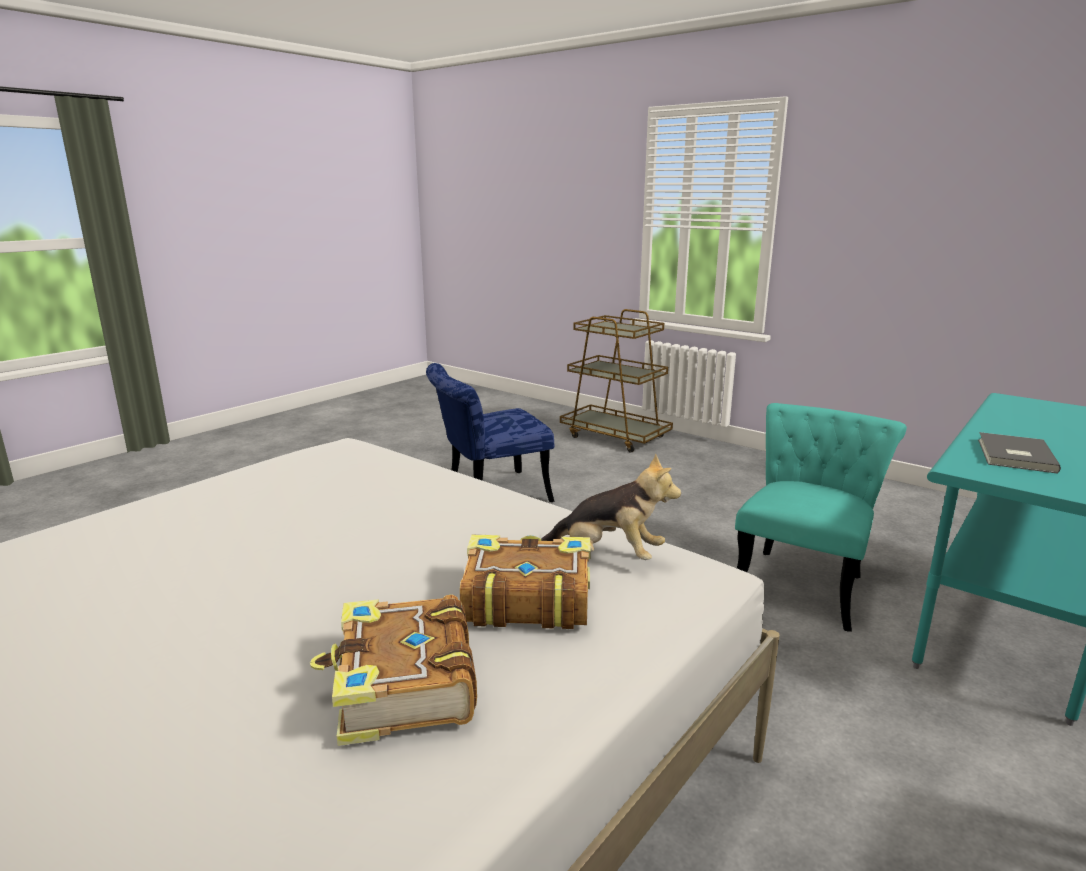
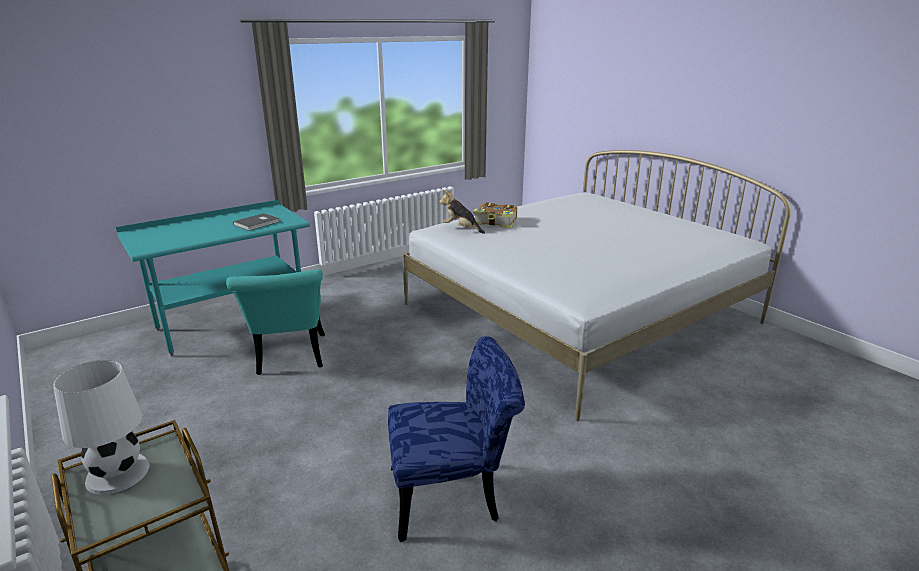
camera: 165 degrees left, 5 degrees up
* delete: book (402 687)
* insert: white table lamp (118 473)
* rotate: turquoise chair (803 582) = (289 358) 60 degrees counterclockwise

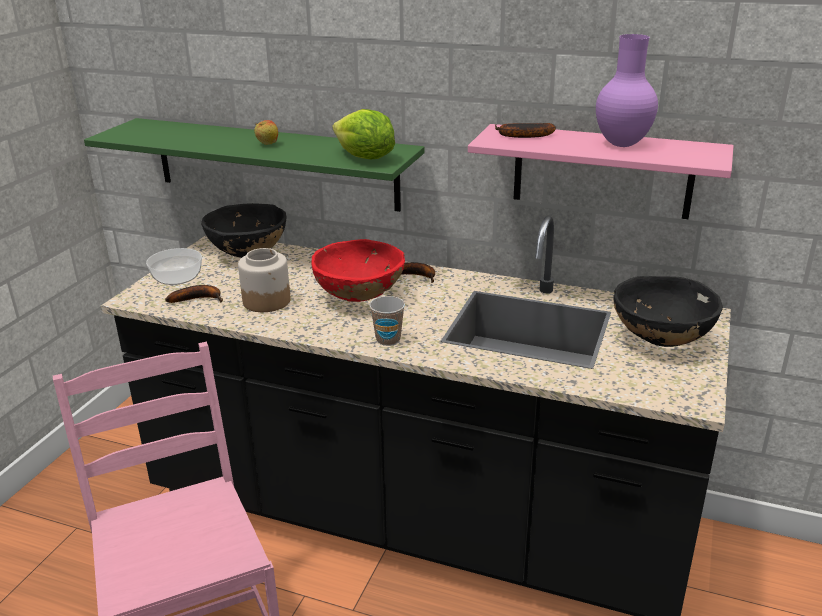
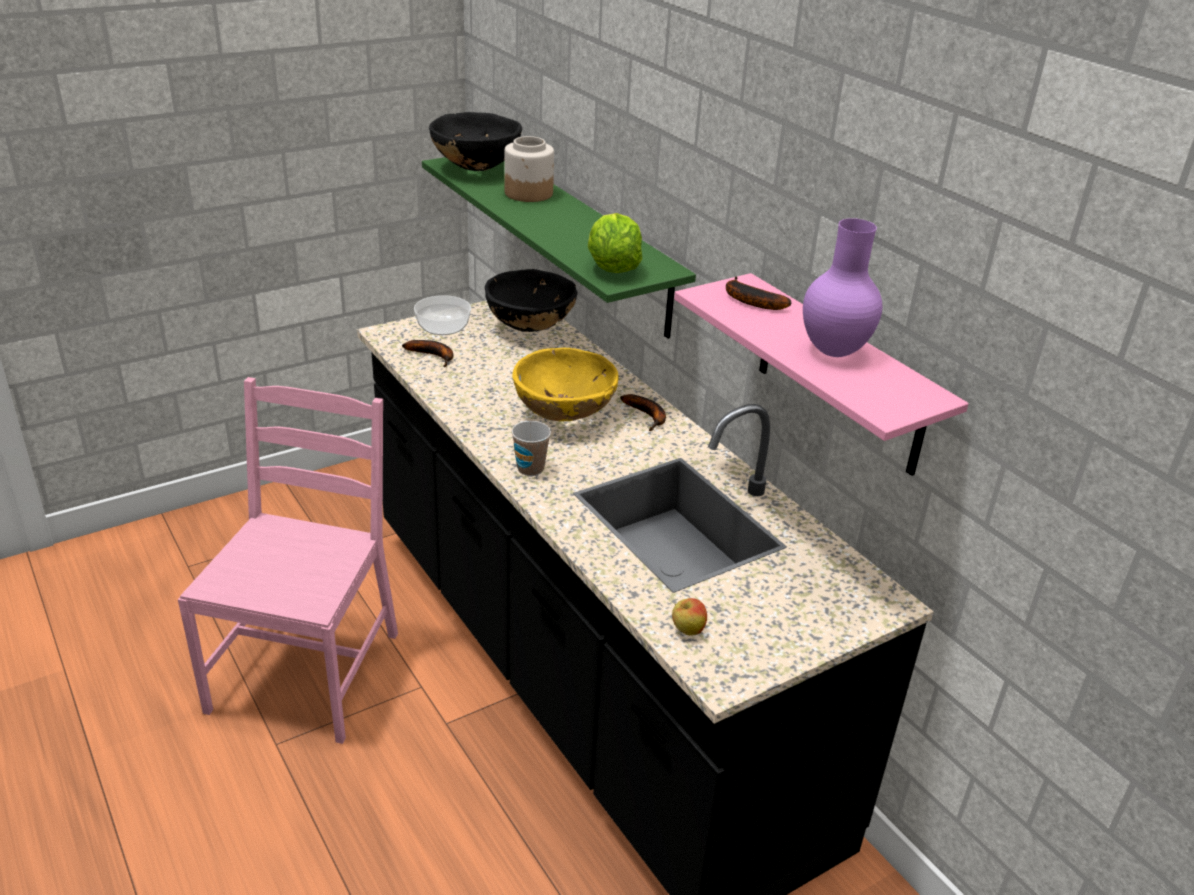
camera: 35 degrees right, 5 degrees up
* move: jar (267 301) to (529 193)
* move: apple (267 144) to (687 631)
* move: black bowl (660 341) to (476 169)
* recolor: red bowl (359 298) to yellow bowl (564 416)

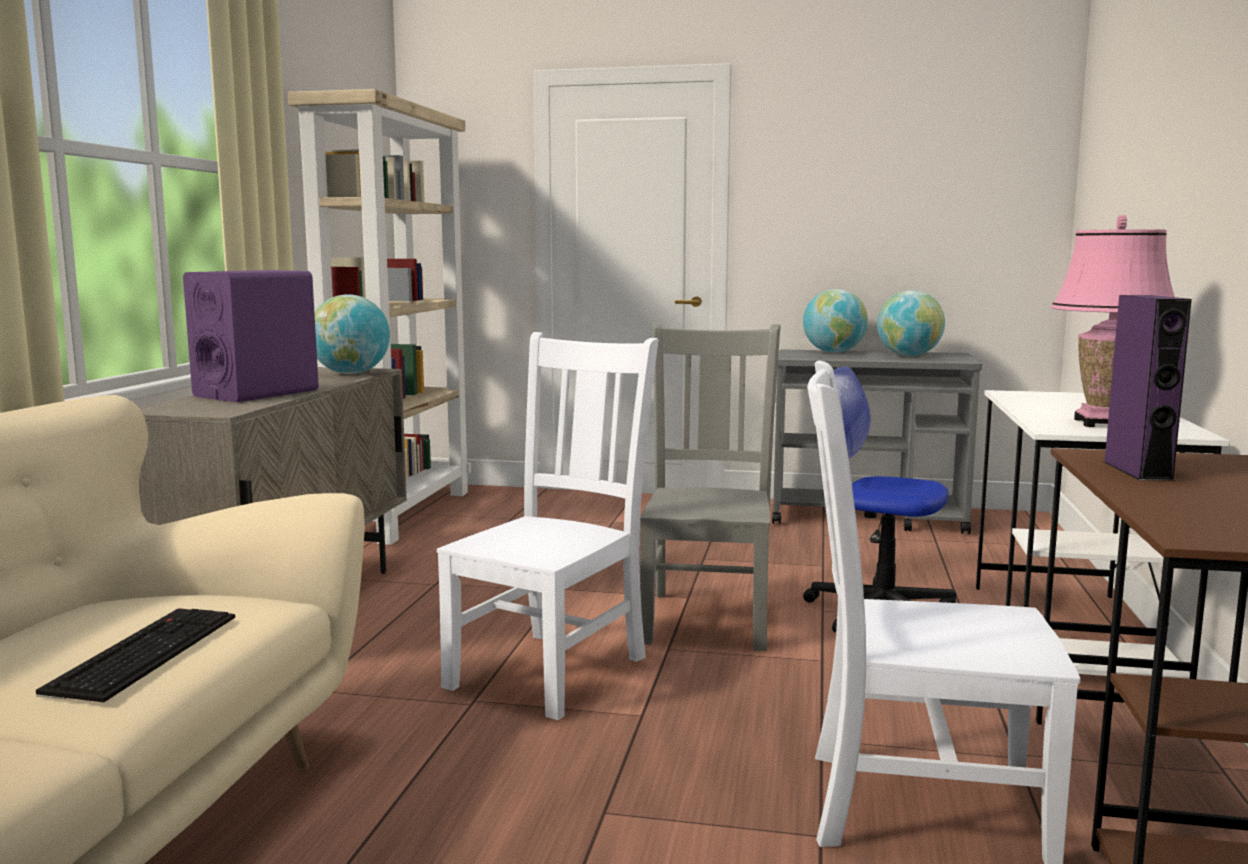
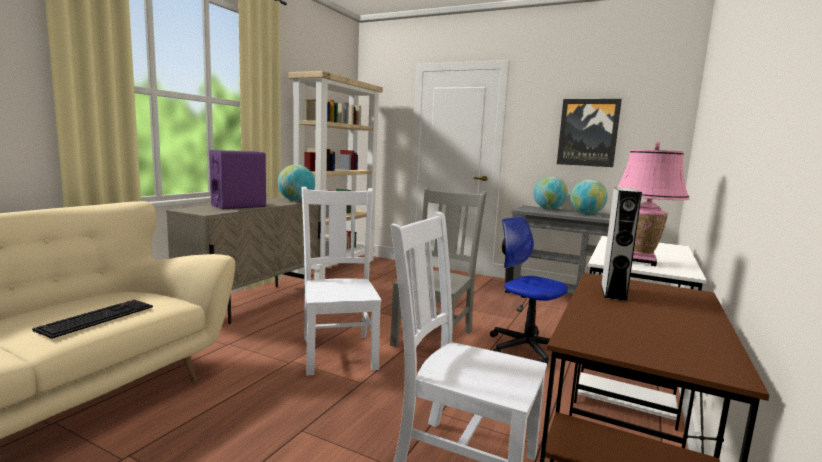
camera: 15 degrees right, 0 degrees up
* insert: picture (588 132)
* recolor: purple speaker (1137 471) to grey speaker (613 292)
* rotate: white chair (552 670) = (339 351) 60 degrees counterclockwise

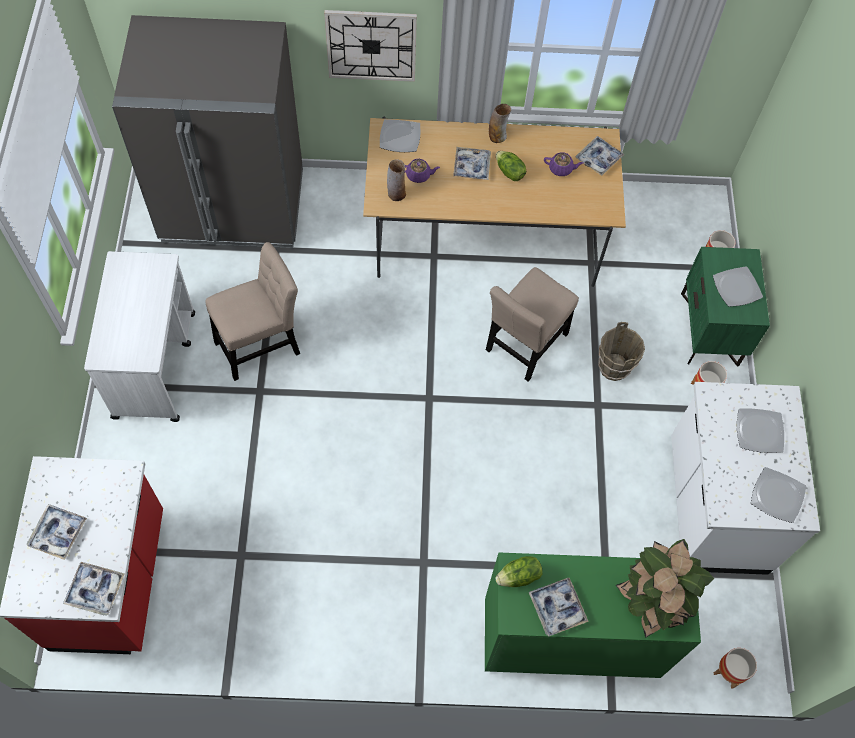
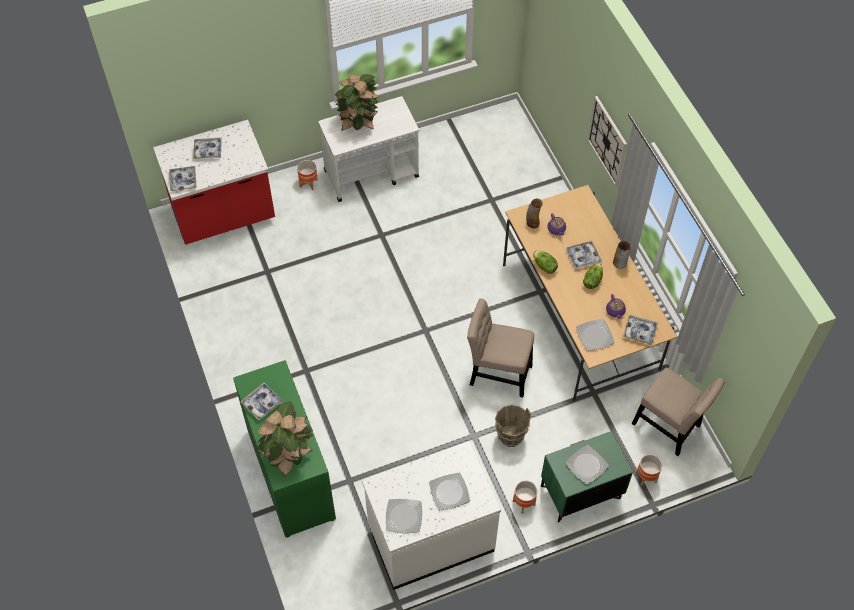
camera: 70 degrees right, 5 degrees down
* delete: grey fridge (233 207)
* insert: potted plant (359 124)
* move: beige chair (261 345) to (669 427)
* move: plate (400 137) to (595 336)
* move: lettuce (519 577) to (544 266)
* move: planter (729 672) to (308 183)

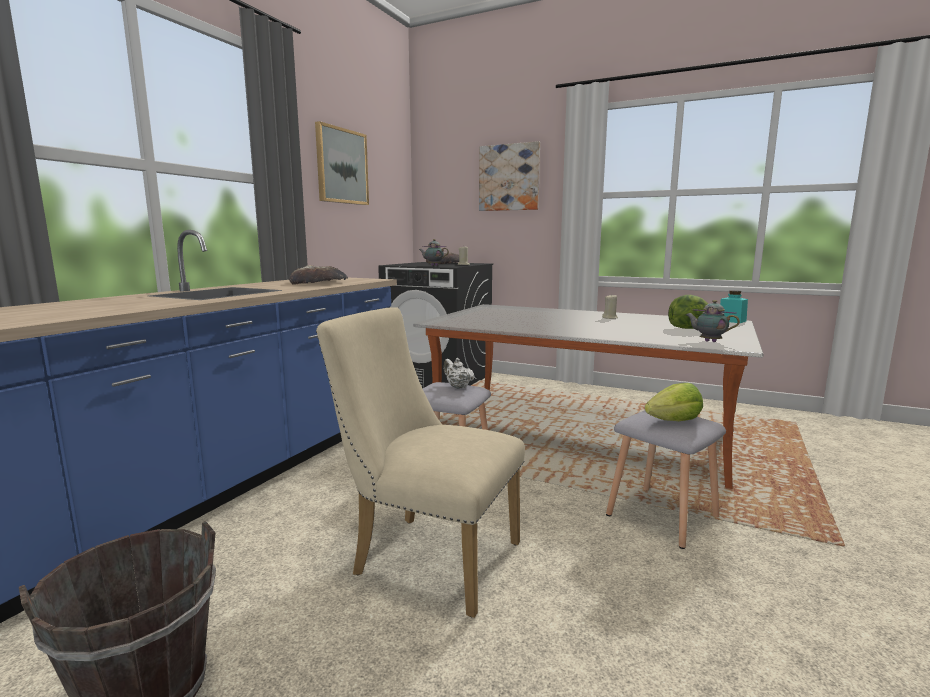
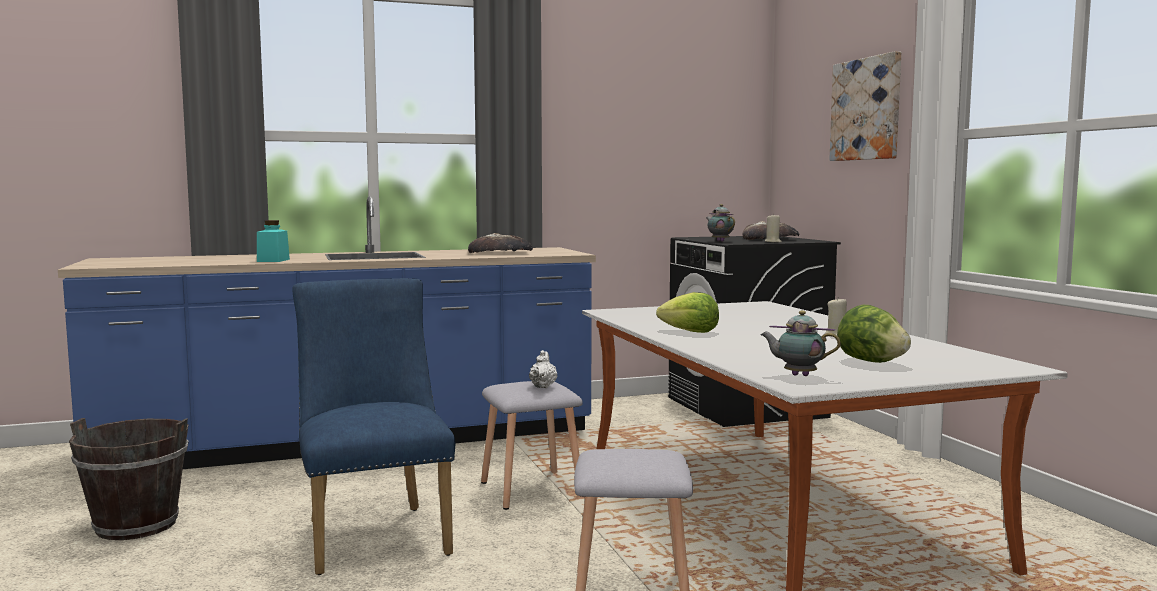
camera: 45 degrees right, 5 degrees down
* delete: picture (341 166)
* move: lettuce (674 421) to (690 332)
* move: turquoise jar (731 321) to (273 260)
* recolor: beige chair (427 556) to blue chair (375 533)
* rotate: teapot (708 341) = (797 375) 60 degrees counterclockwise

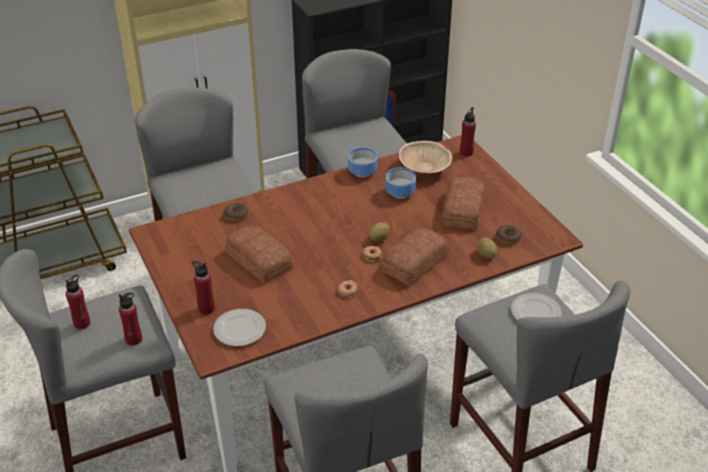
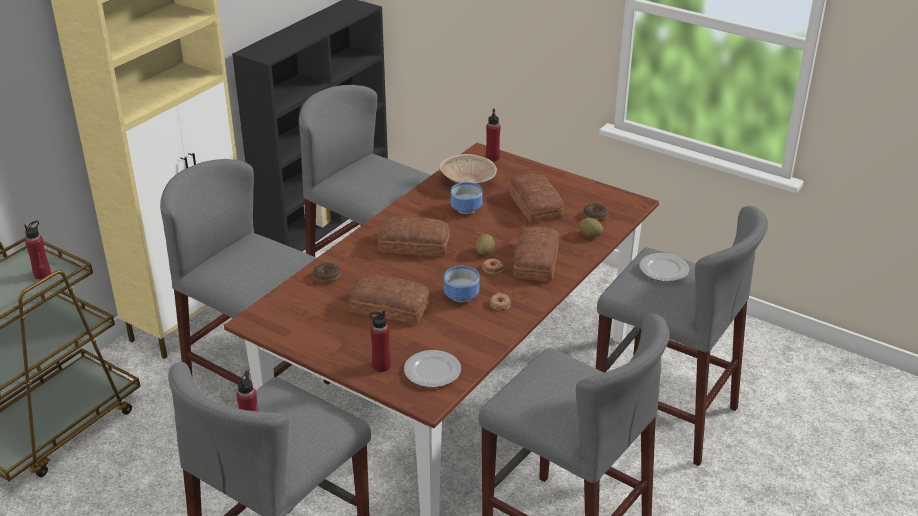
camera: 30 degrees left, 5 degrees down
* insert: bread (414 245)
* move: red bottle (134 339) to (42 274)
* move: bowl (363 173) to (463 296)

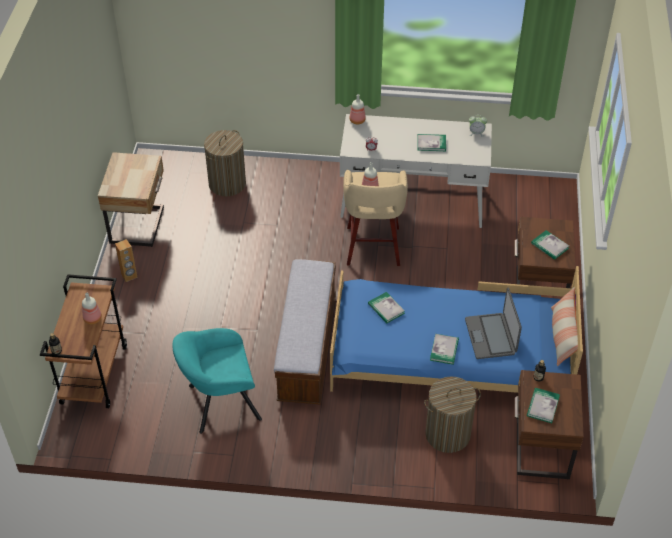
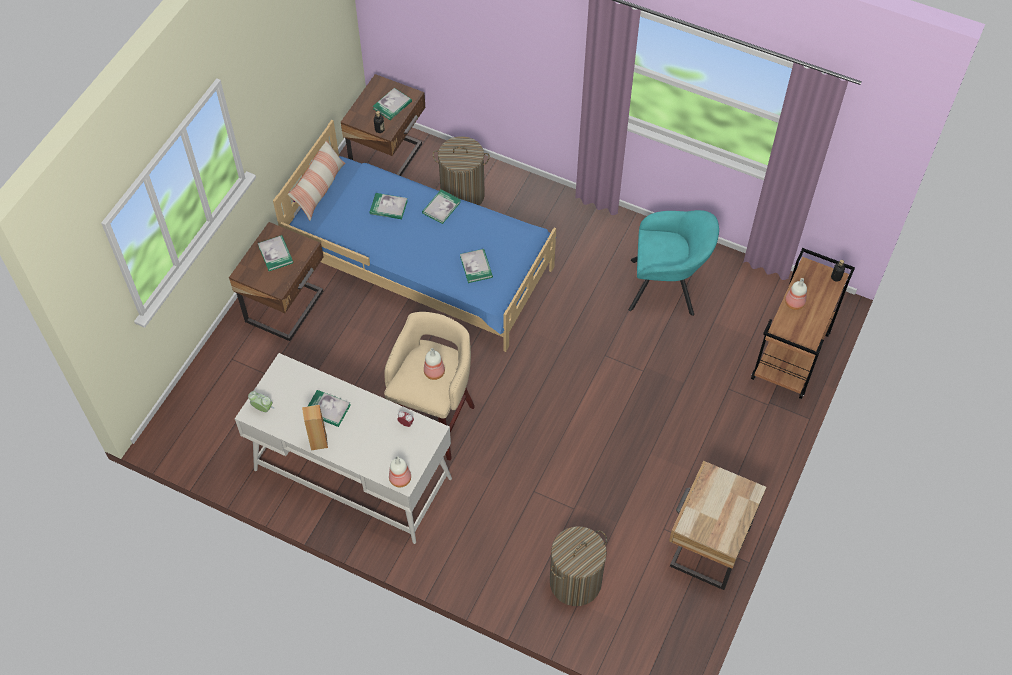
camera: 160 degrees left, 10 degrees up
* delete: bench (307 348)
* move: brown speaker (129 276) to (318 442)
* replace: laptop (491 336) to book (388 207)

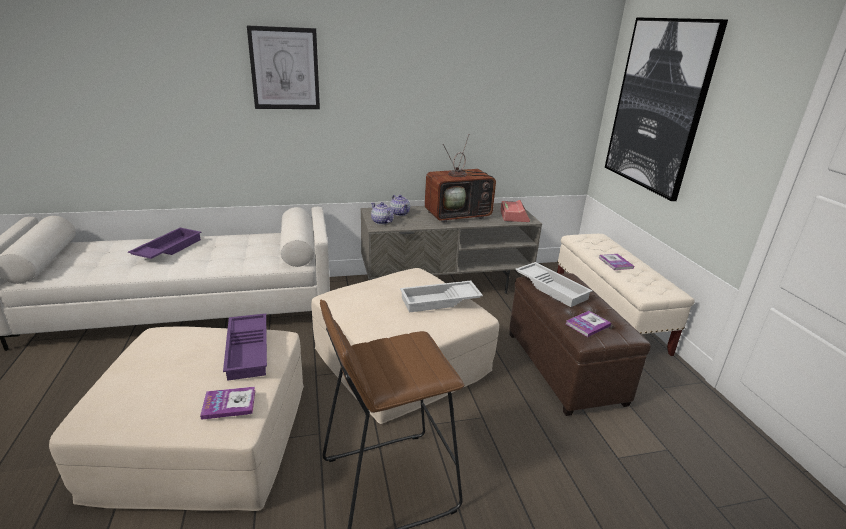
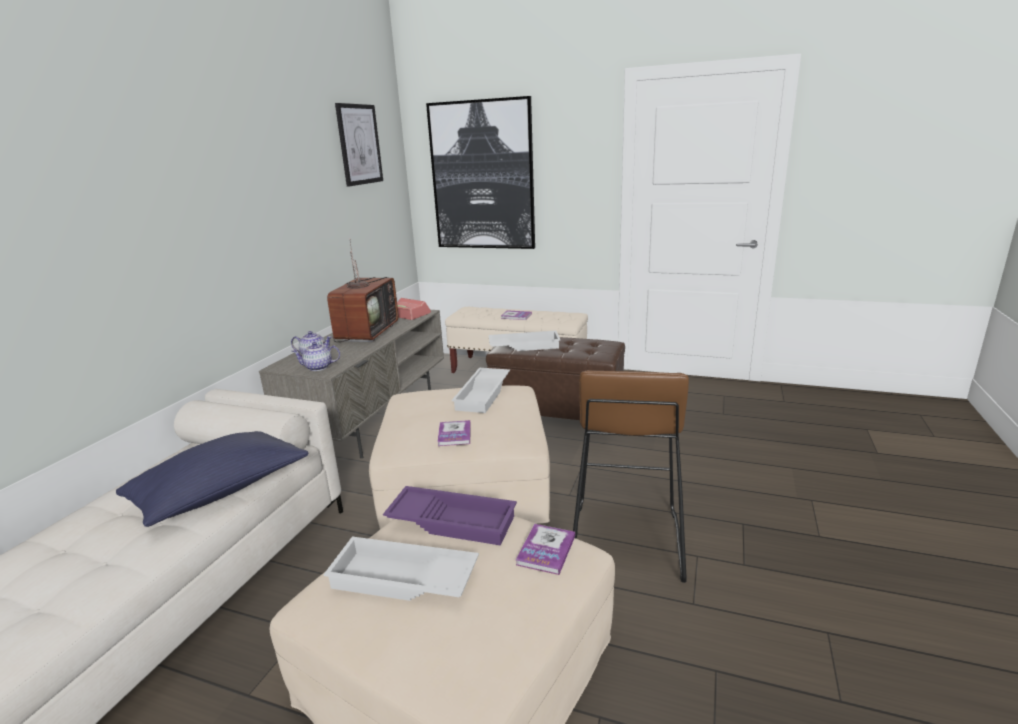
camera: 55 degrees left, 5 degrees down
* delete: purple tray (167 249)
* insert: blue pillow (222 492)
* insert: white tray (402 580)
* move: picture (285 69) to (359 144)
* move: book (587 325) to (454 434)

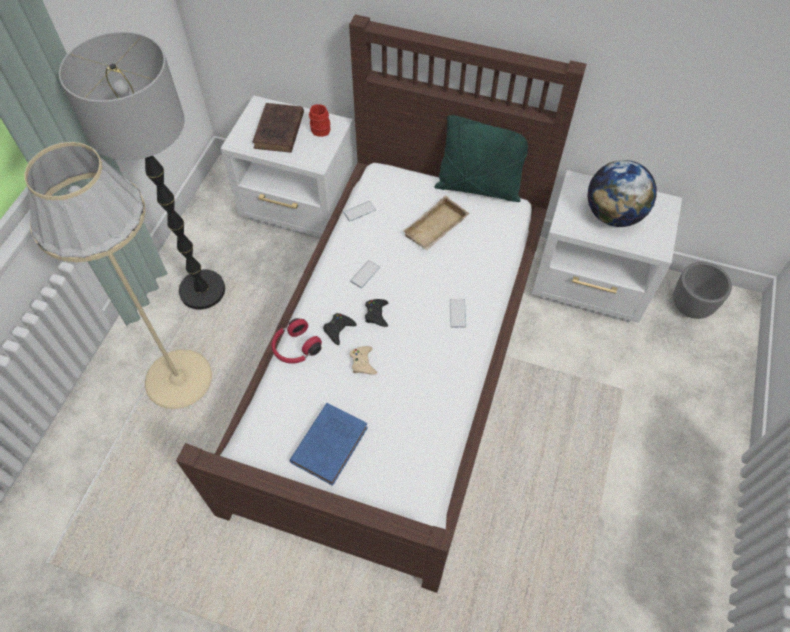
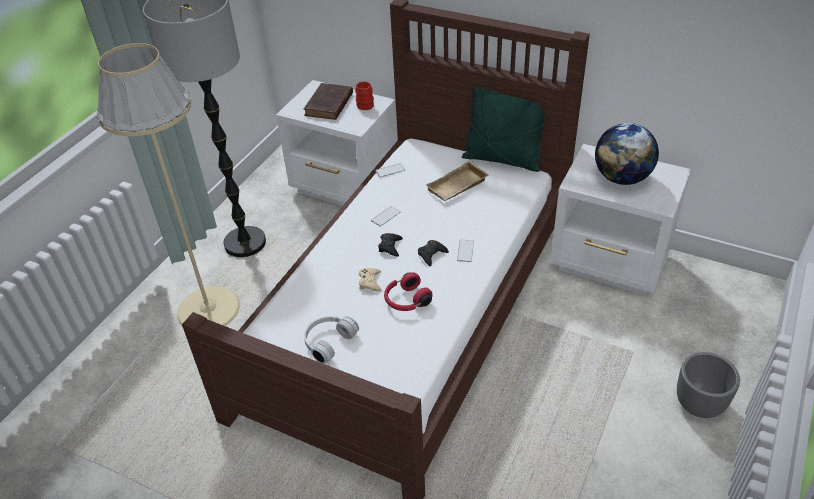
camera: 10 degrees right, 15 degrees down
* move: red headphones (295 348) to (406 301)
* move: black game controller (338 329) to (431 254)
* move: grey planter (691 306) to (700 405)
* replace: blue book (330 443) to white headphones (327 341)

